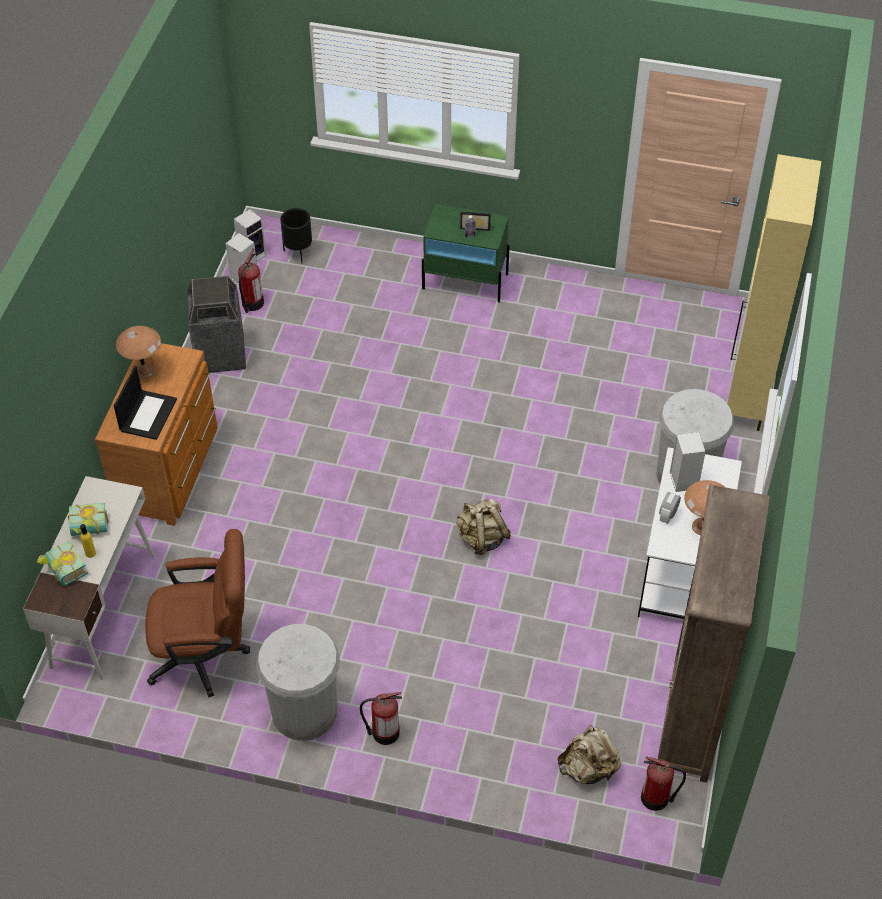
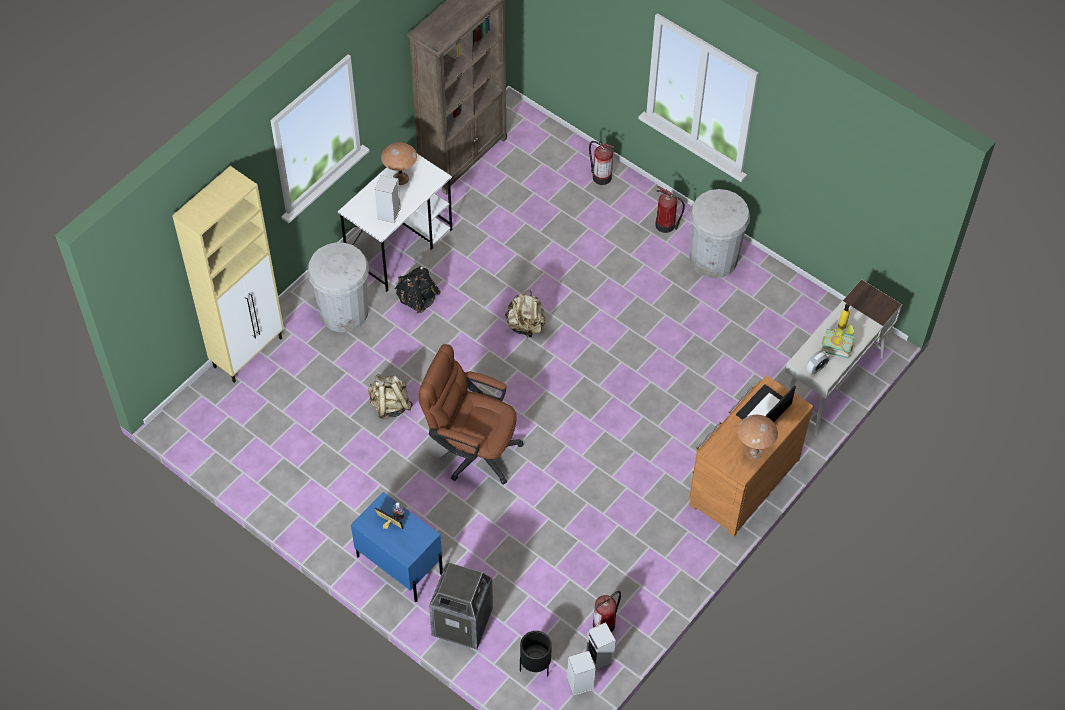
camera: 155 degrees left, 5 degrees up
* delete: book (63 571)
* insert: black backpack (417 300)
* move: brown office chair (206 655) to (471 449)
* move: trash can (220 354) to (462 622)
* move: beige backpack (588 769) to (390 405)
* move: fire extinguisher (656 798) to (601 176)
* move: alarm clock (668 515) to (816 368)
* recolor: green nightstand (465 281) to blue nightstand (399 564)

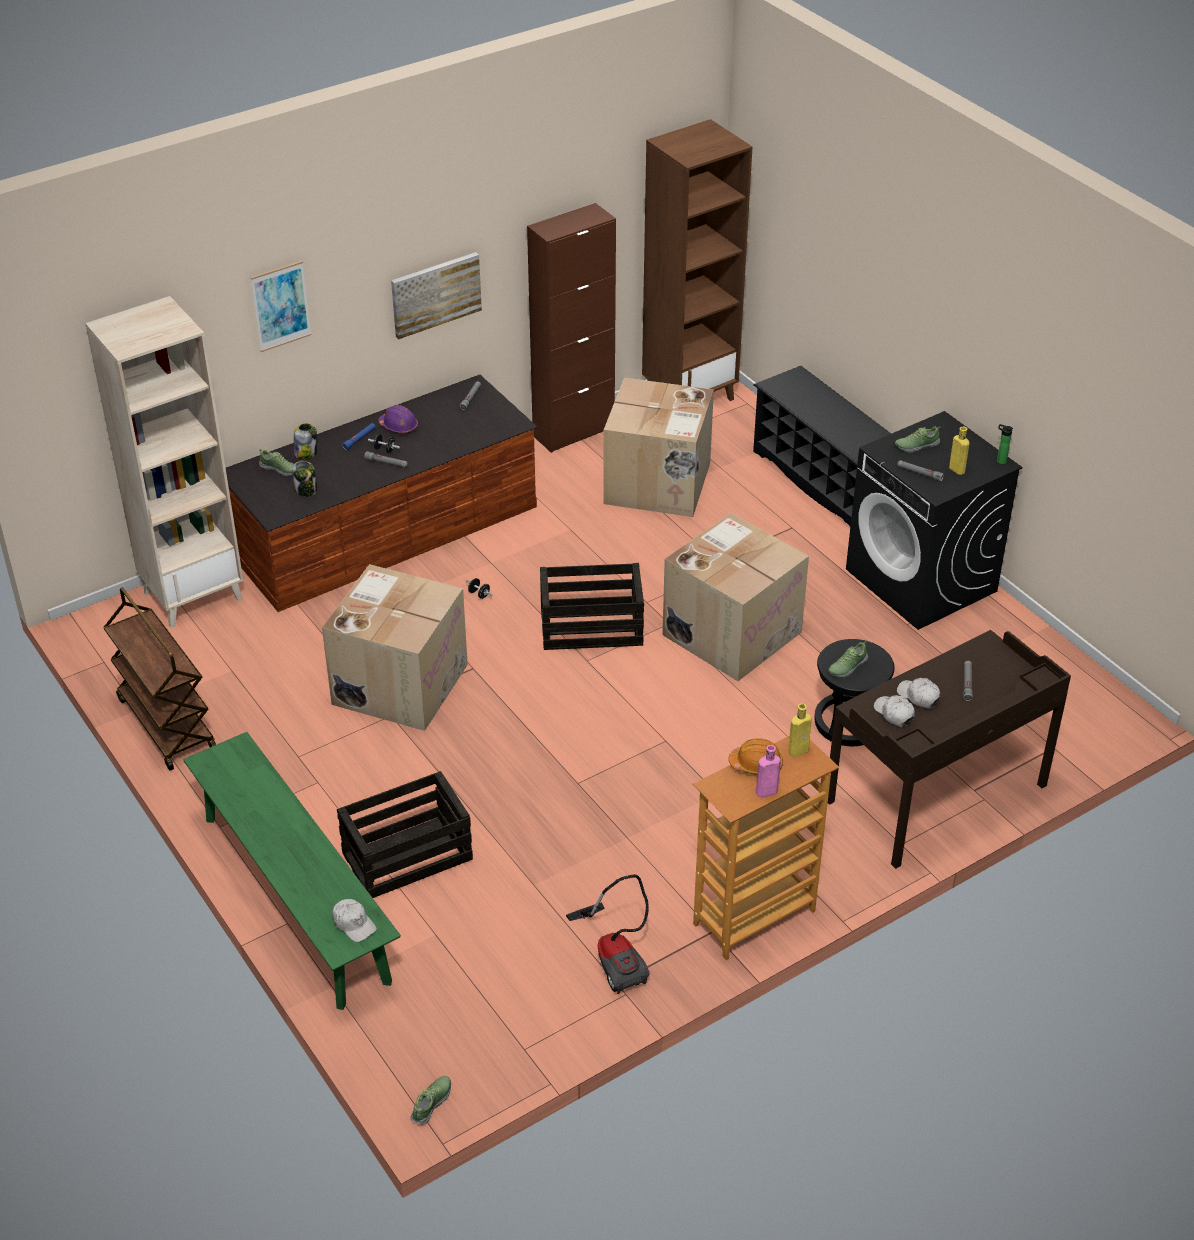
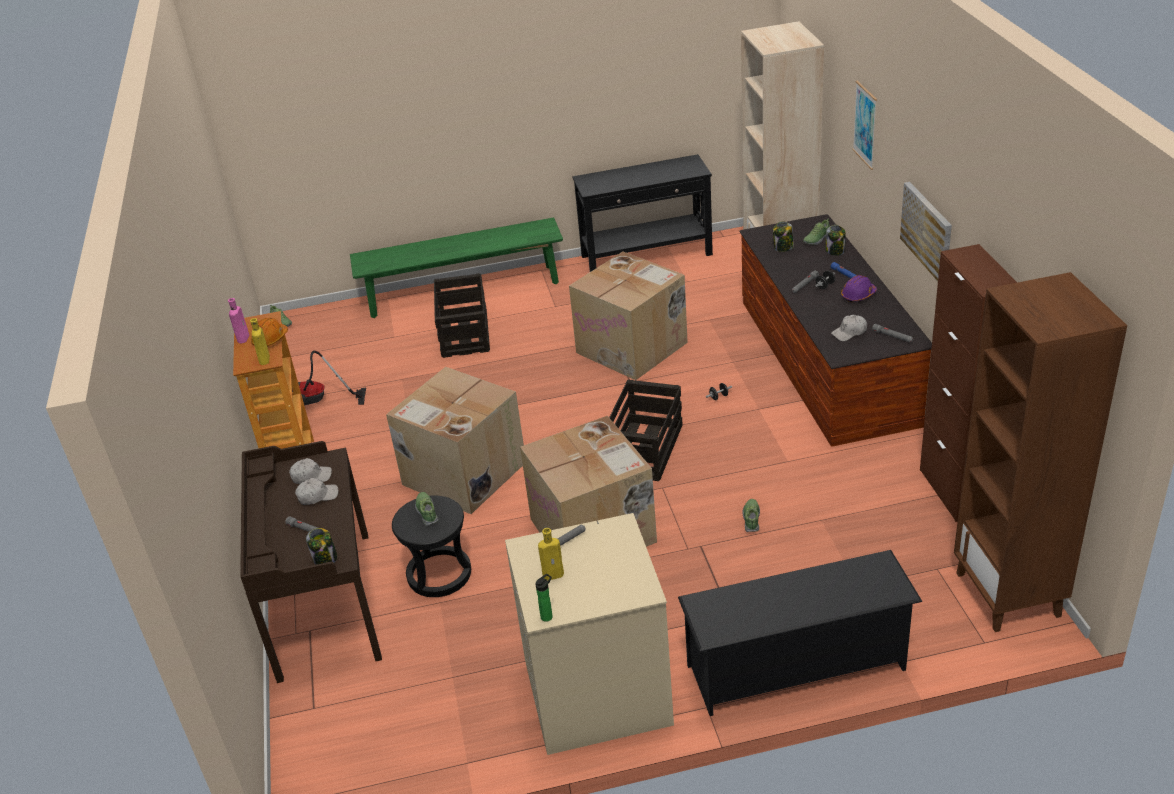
camera: 115 degrees right, 5 degrees down
* insert: jar (325 558)
* move: white cap (354 924) to (849 332)
* move: cardboard box (658 484) to (462 474)
* move: shoe (916 445) to (752 519)
* replace: brown cart (166 724) to black console table (647 255)
* recolor: black washing machine (922 581) to beige washing machine (596 694)

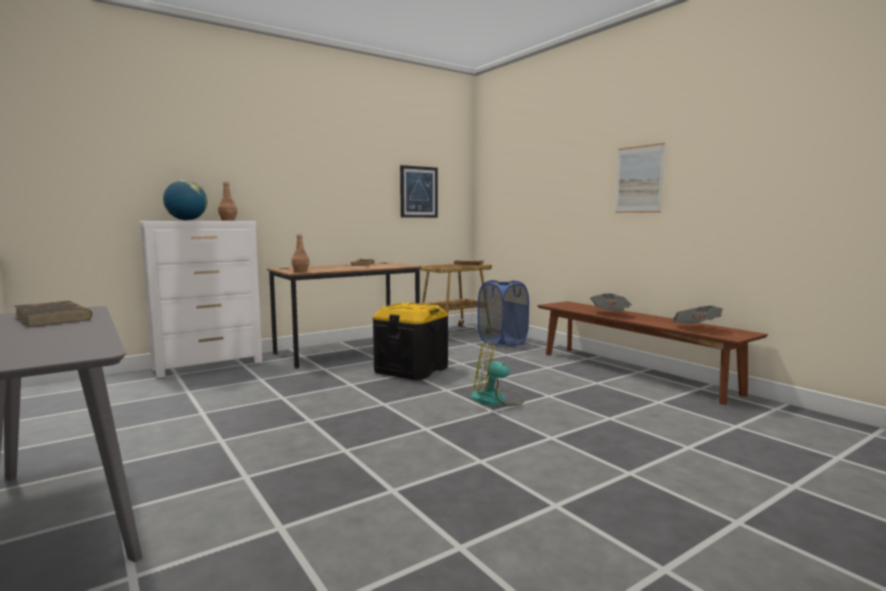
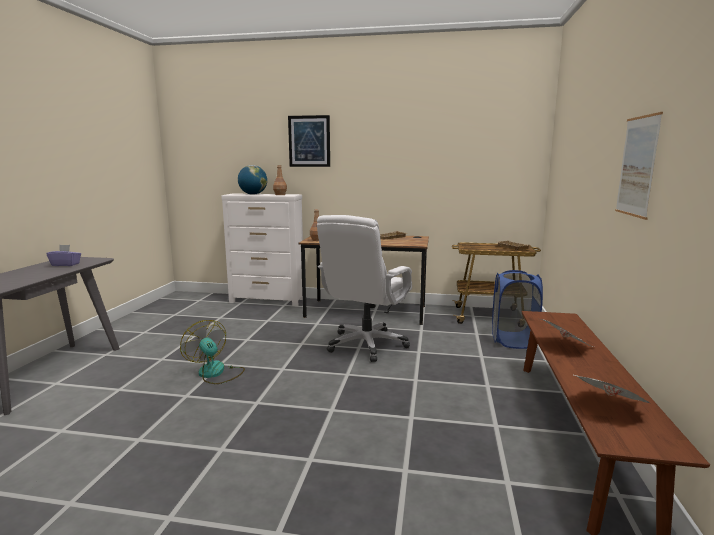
camera: 45 degrees right, 5 degrees up
* move: picture (418 192) to (309 141)
* move: fan (496 400) to (215 373)
* replace: brown book (53 318) to purple tissue box (66 264)
* replace: black storage box (411 370) to white office chair (366 345)

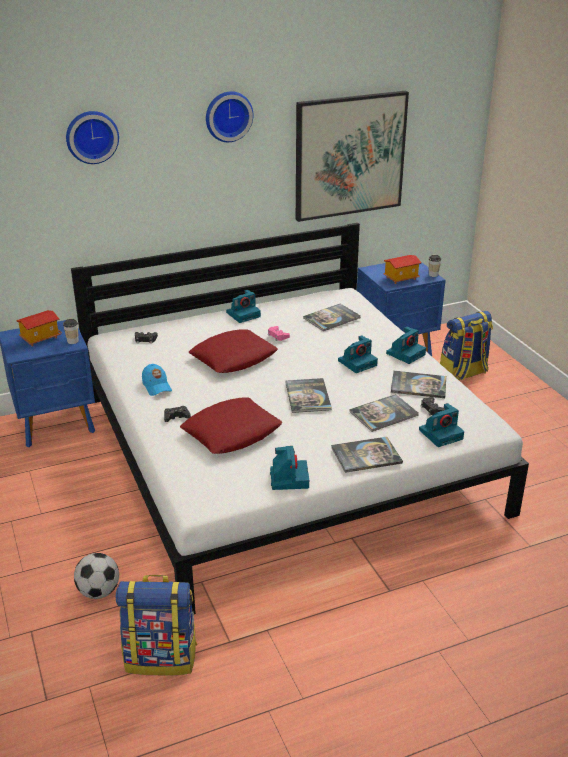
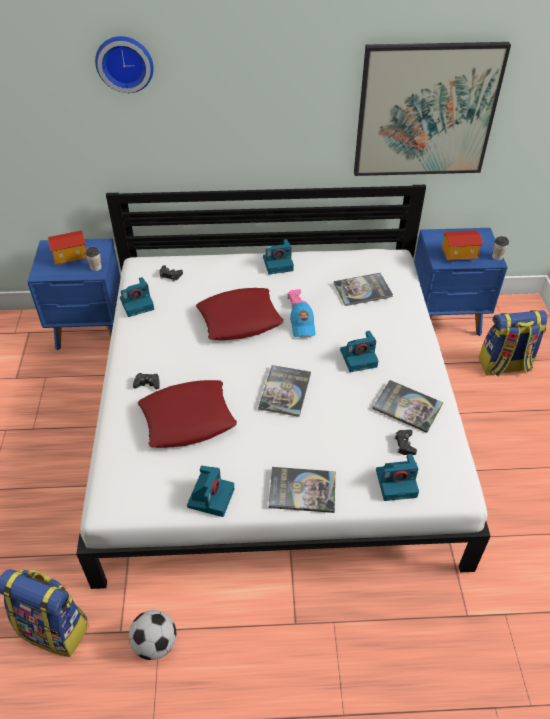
camera: 20 degrees right, 15 degrees up
* delete: wall clock (228 116)
* delete: book (384 413)
* move: football (98 592) to (155 644)
* move: blue cap (156 386) to (302 325)
* move: photo camera (406 353) to (137 303)

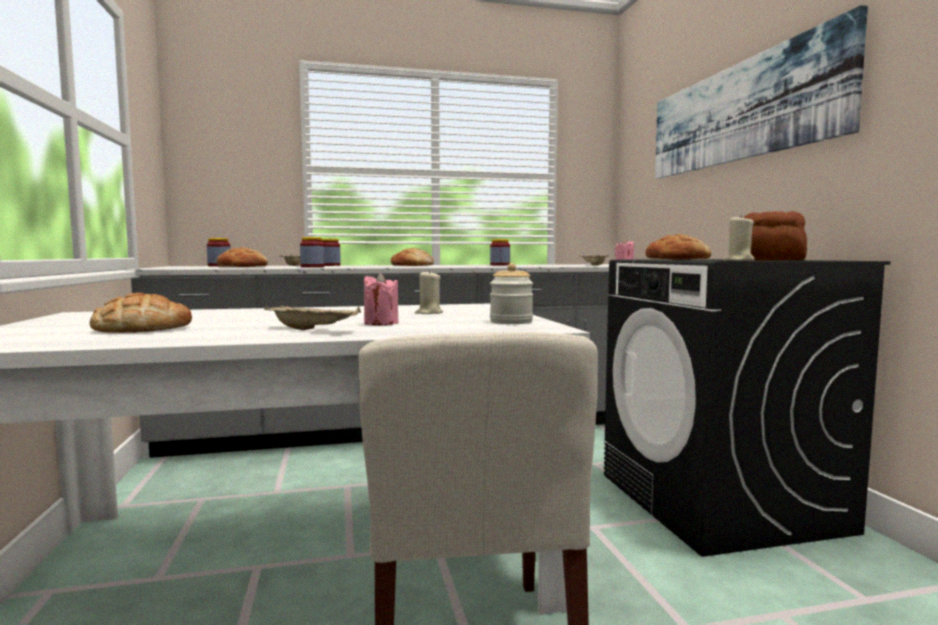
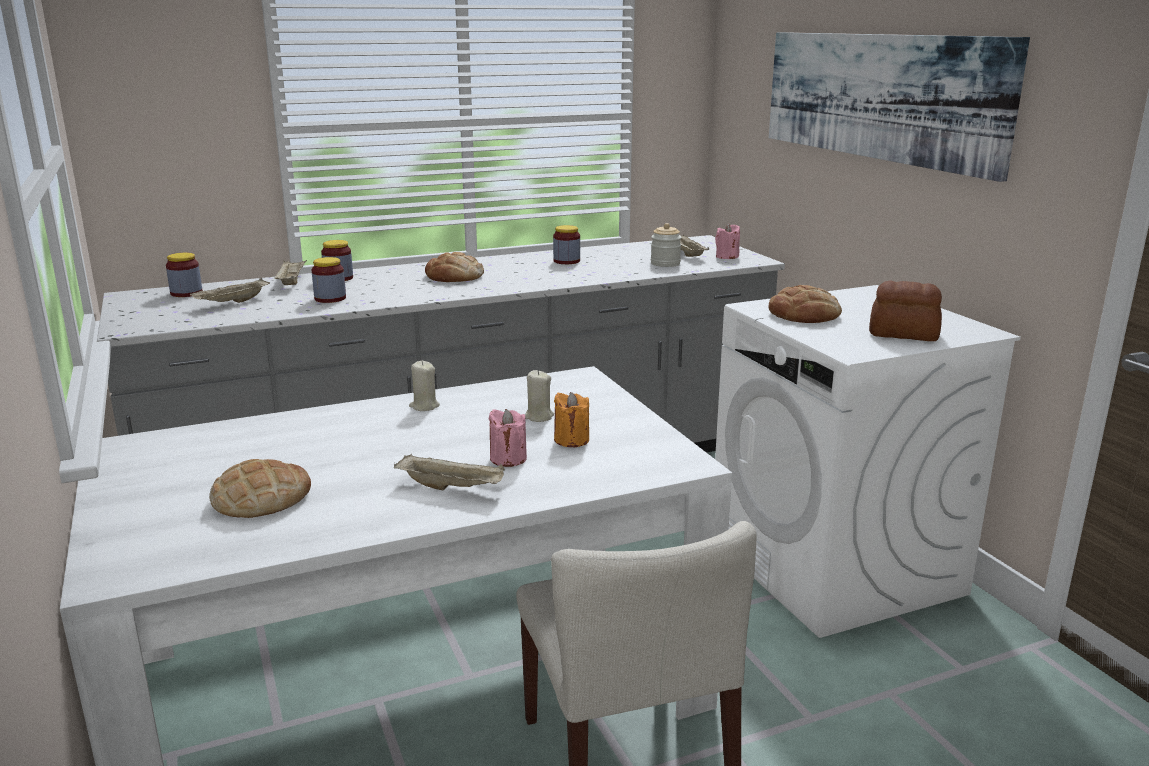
camera: 10 degrees left, 15 degrees up
* insert: orange candle (571 440)
* move: jar (511 322) to (665 263)
* move: beige candle (738 260) to (424 406)
* replace: bread (243 266) to beige tray (232 303)
* recolor: black washing machine (720 502) to white washing machine (835 566)

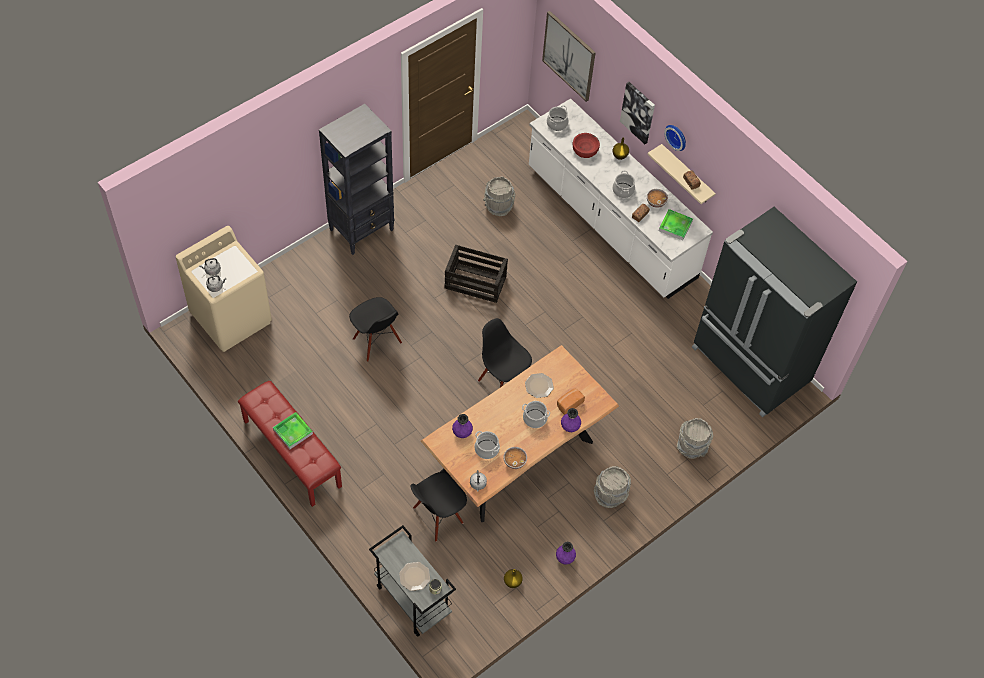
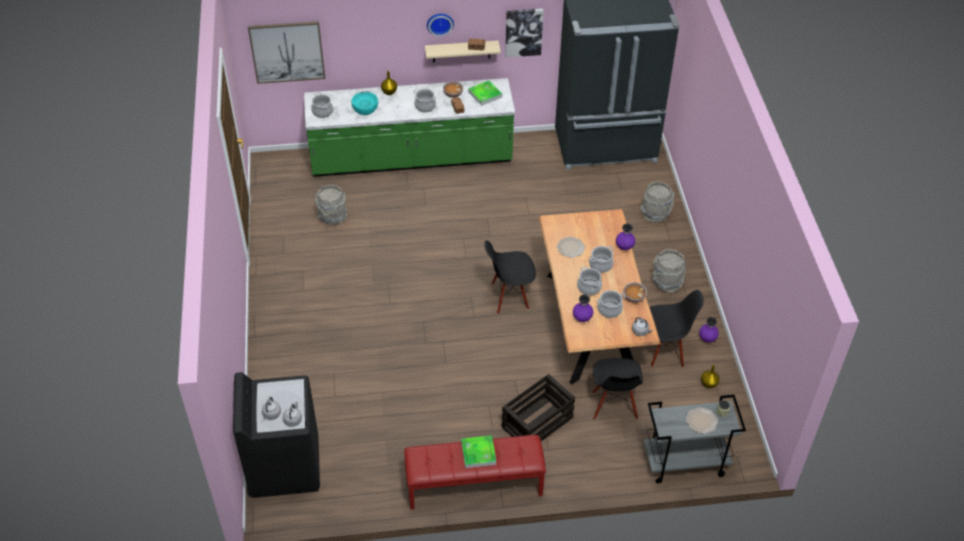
camera: 55 degrees left, 10 degrees down
* delete: black bookcase (362 229)
* delete: bread (569 404)
* insert: cooking pot (589 287)
* move: black chair (376 341) to (664 351)
* move: crate (474 282) to (537 423)
* move: picture (638 112) to (523 32)
* recolor: beige washing machine (231 317) to black washing machine (284 466)
* recolor: white counter (610 223) to green counter (411 159)
* recolor: red bowl (585 150) to turquoise bowl (365 108)

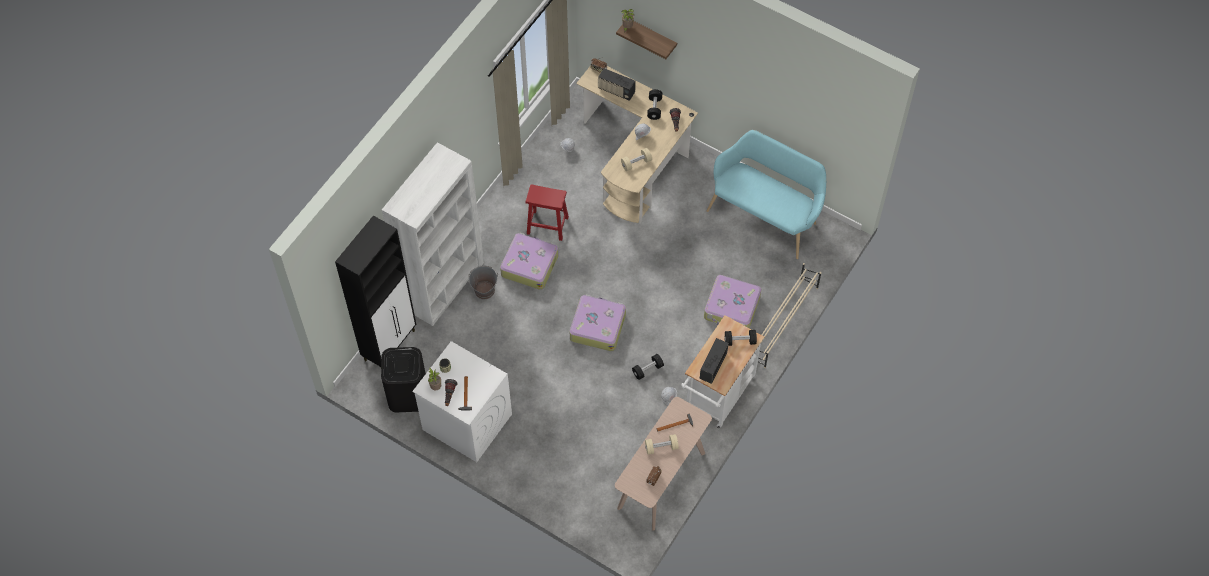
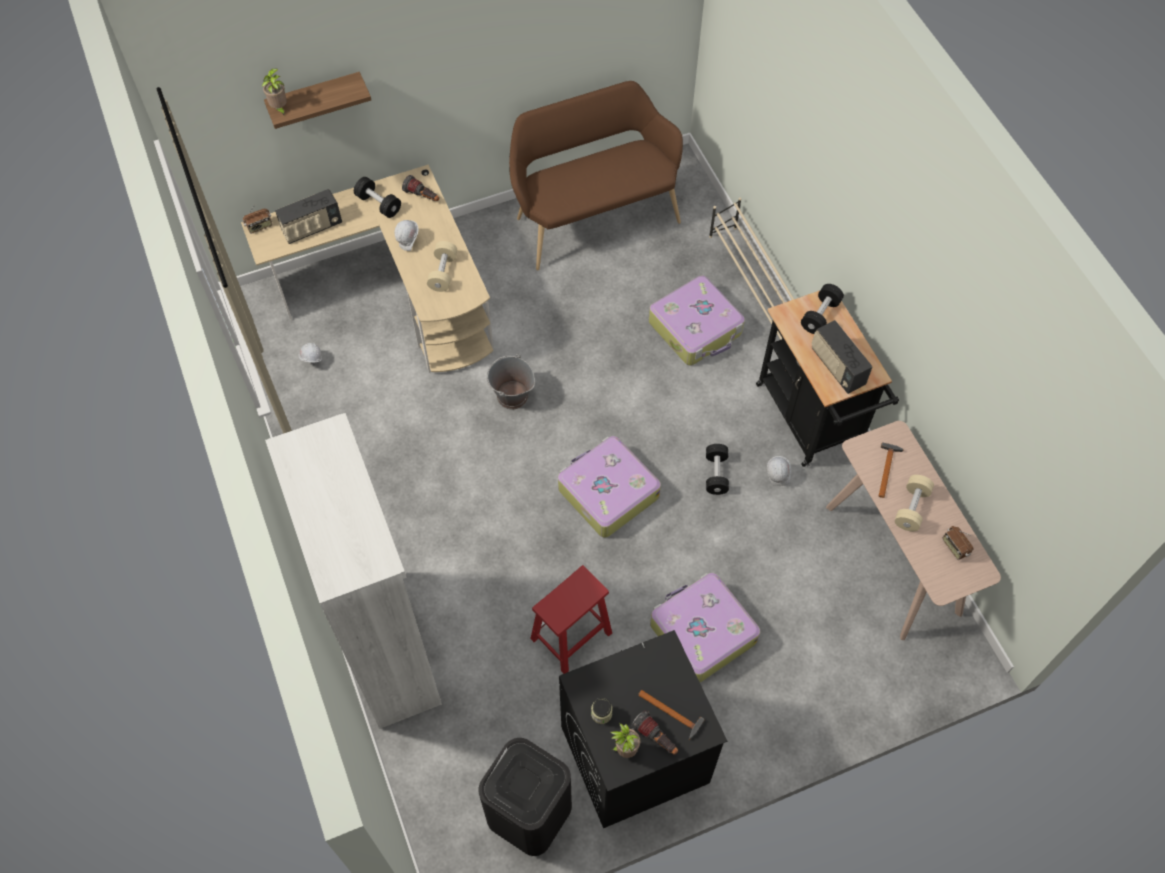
camera: 55 degrees left, 0 degrees up
* delete: black cabinet (390 345)
* move: grey bucket (484 290) to (512 396)
* move: suitcase (529 265) to (701 632)
* move: red stool (546 225) to (570 637)
* recolor: white washing machine (466 422) to black washing machine (634 755)
* recolor: white cart (717 397) to black cart (812 421)
* recolor: turquoise bench (765 215) to brown bench (593 216)

